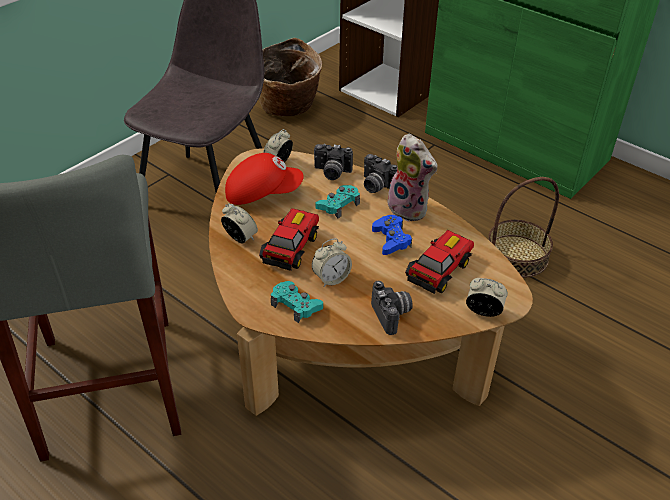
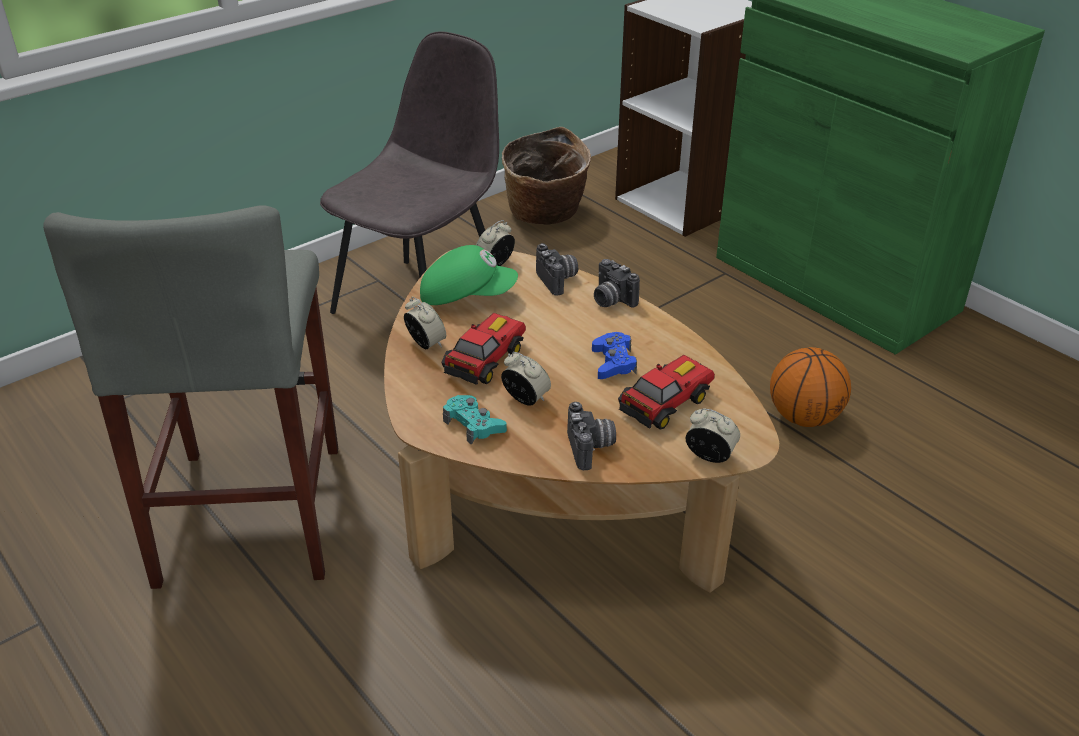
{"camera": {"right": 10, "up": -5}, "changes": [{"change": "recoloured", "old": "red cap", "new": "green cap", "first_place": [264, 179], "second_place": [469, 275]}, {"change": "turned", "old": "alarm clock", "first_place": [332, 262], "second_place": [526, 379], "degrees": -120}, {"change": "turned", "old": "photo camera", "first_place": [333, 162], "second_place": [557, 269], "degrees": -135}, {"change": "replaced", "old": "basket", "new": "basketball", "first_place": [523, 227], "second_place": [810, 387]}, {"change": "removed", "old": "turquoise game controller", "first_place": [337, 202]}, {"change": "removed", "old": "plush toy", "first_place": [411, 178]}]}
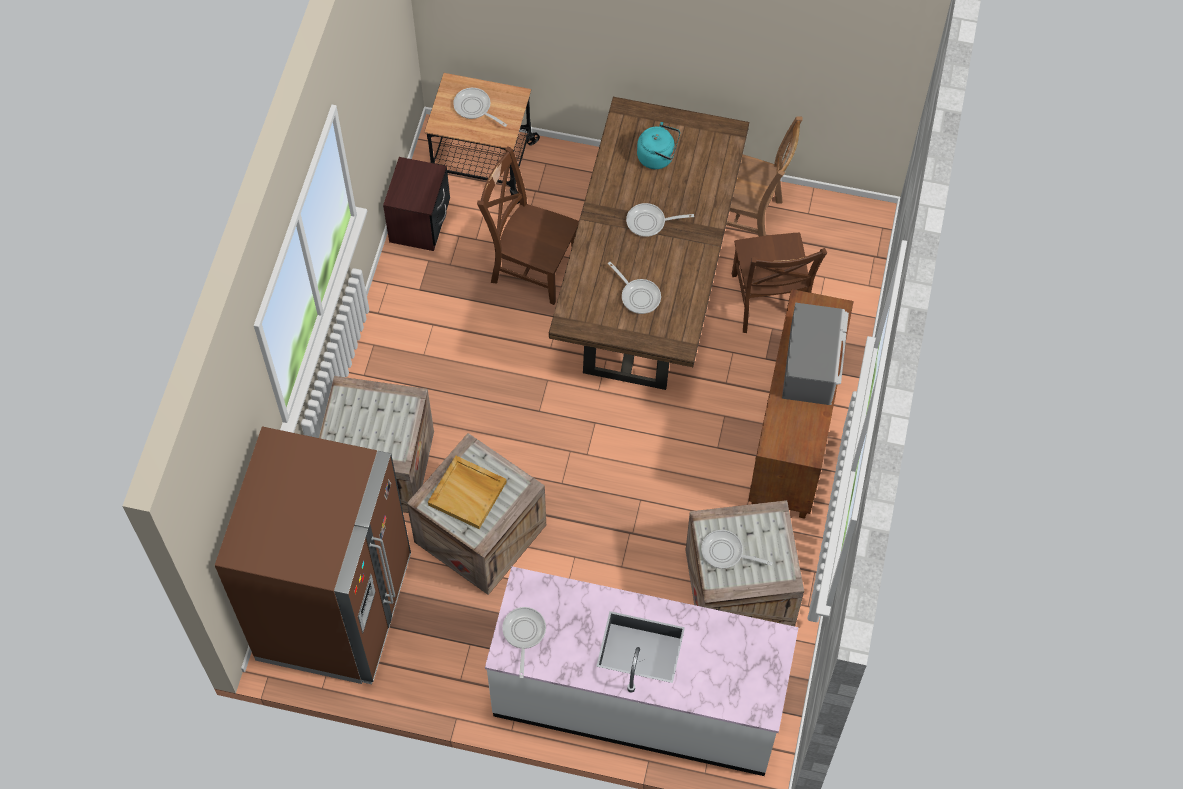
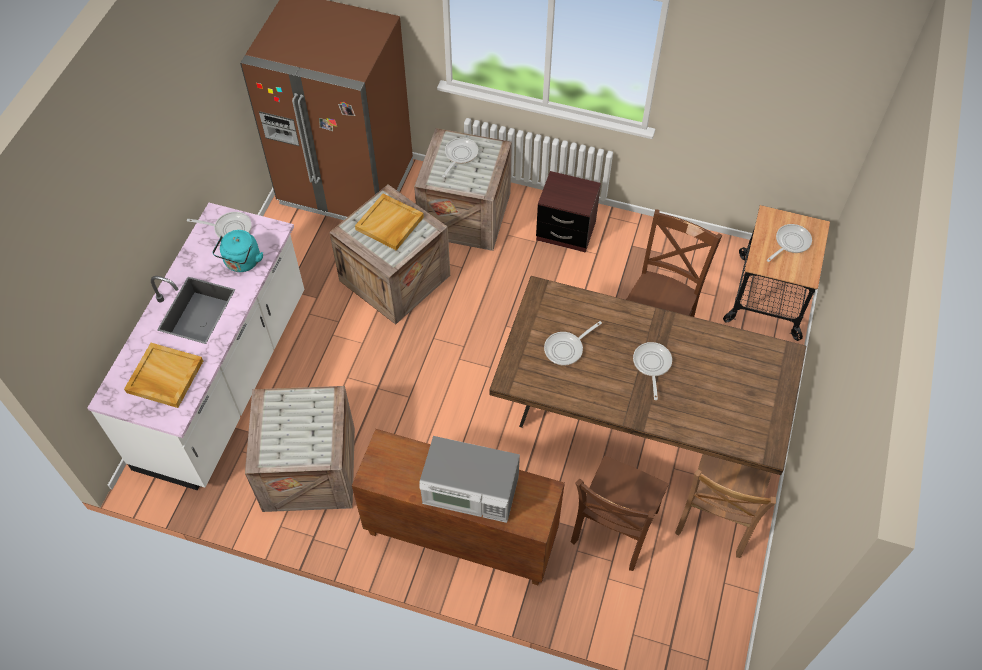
{"camera": {"right": 95, "up": -5}, "changes": [{"change": "added", "new": "beige tray", "second_place": [163, 375]}, {"change": "moved", "old": "turquoise kettle", "first_place": [658, 145], "second_place": [237, 251]}, {"change": "moved", "old": "frying pan", "first_place": [737, 549], "second_place": [460, 157]}, {"change": "moved", "old": "brown nightstand", "first_place": [416, 204], "second_place": [568, 212]}, {"change": "turned", "old": "brown chair", "first_place": [779, 283], "second_place": [620, 513], "degrees": -60}]}
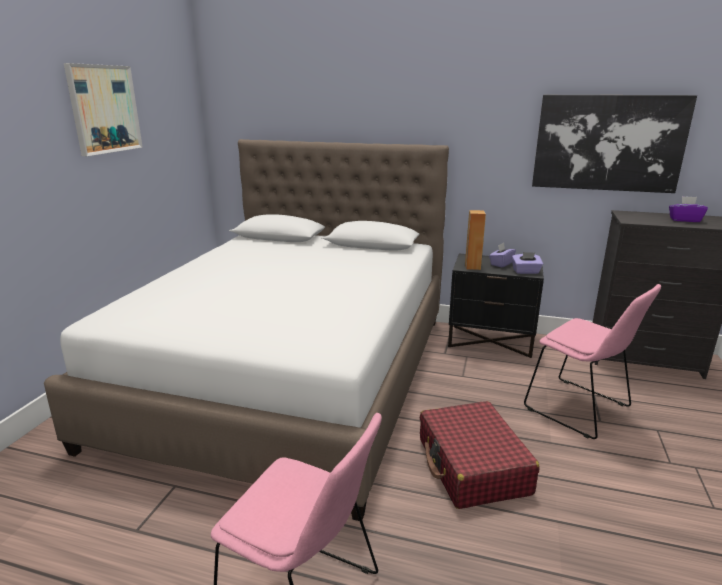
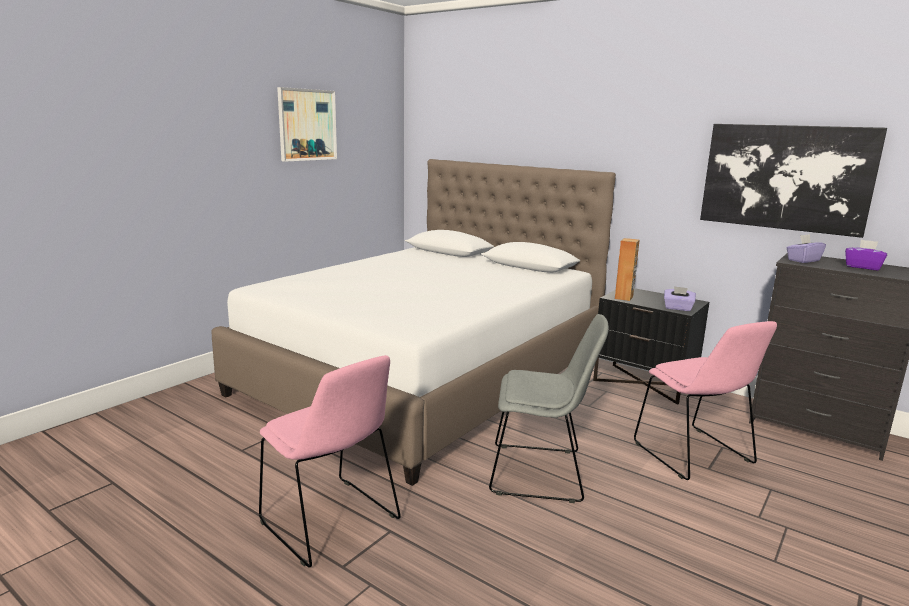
{"camera": {"right": 20, "up": -5}, "changes": [{"change": "replaced", "old": "red suitcase", "new": "grey chair", "first_place": [479, 455], "second_place": [549, 408]}, {"change": "moved", "old": "purple tissue box", "first_place": [502, 255], "second_place": [806, 248]}]}
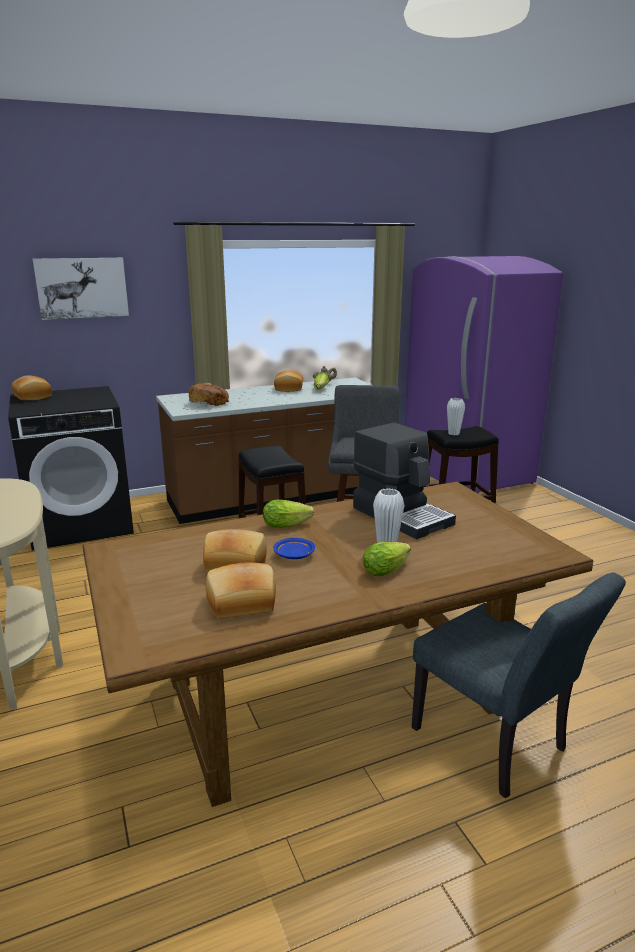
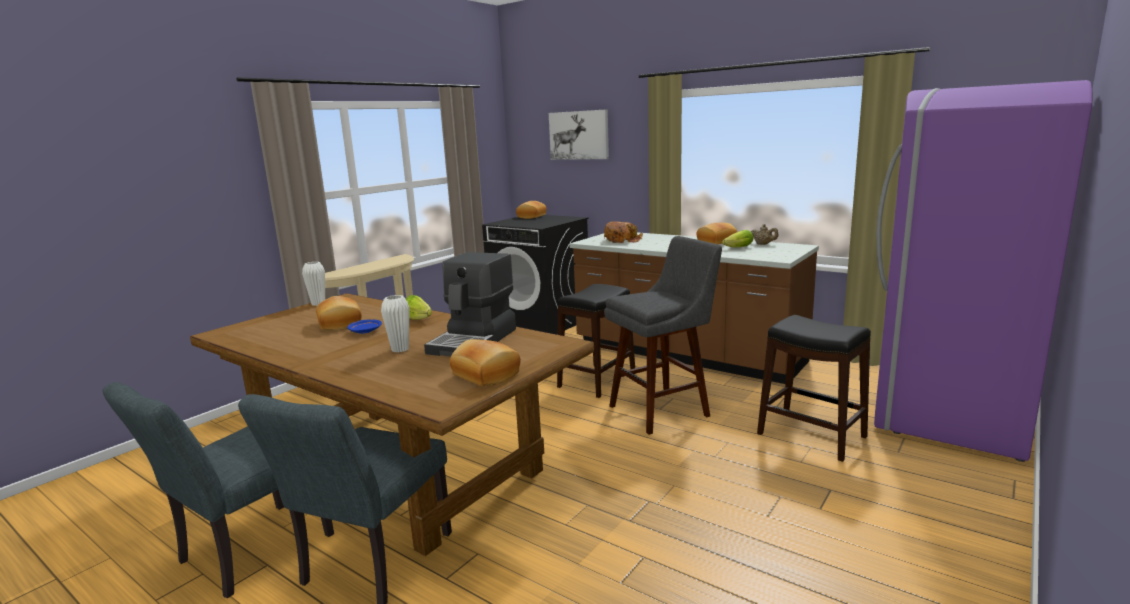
{"camera": {"right": 60, "up": -5}, "changes": [{"change": "added", "new": "grey chair", "second_place": [218, 490]}, {"change": "moved", "old": "white vase", "first_place": [456, 416], "second_place": [313, 284]}, {"change": "moved", "old": "bread", "first_place": [241, 591], "second_place": [485, 362]}, {"change": "removed", "old": "lettuce", "first_place": [387, 559]}]}
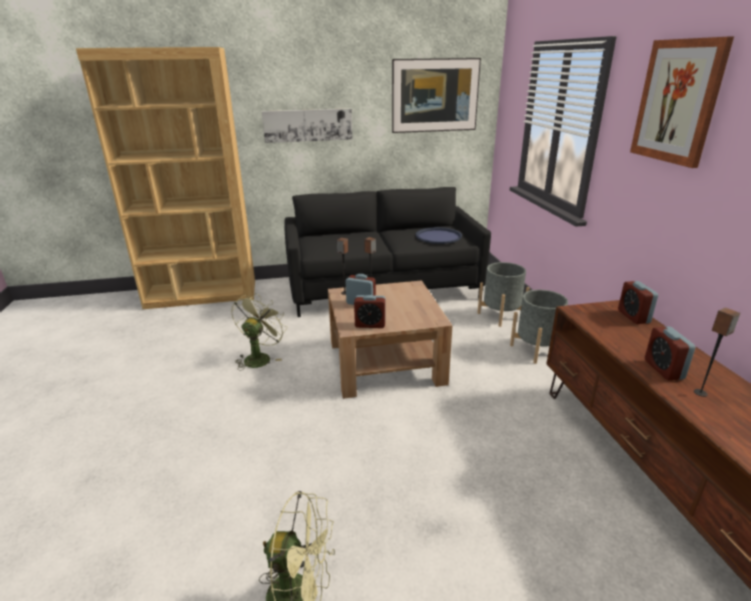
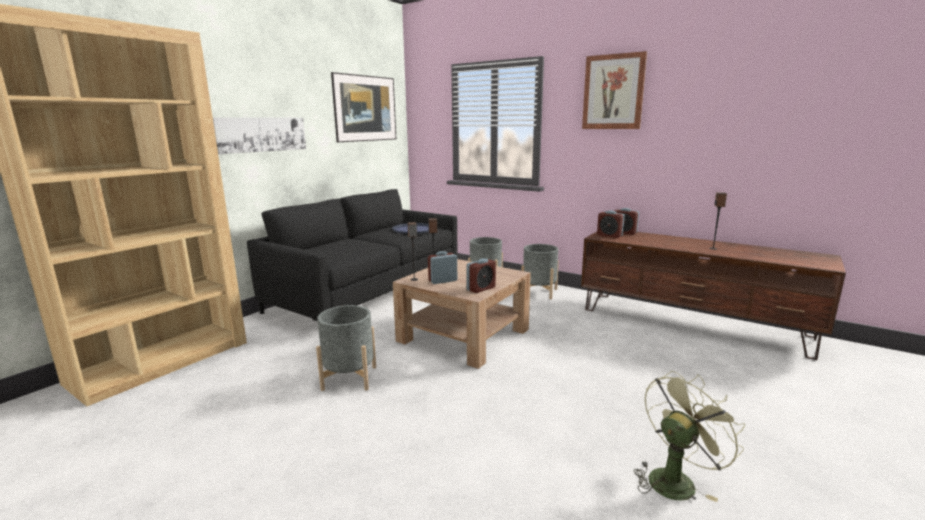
{"camera": {"right": -45, "up": -10}, "changes": [{"change": "replaced", "old": "green fan", "new": "grey planter", "first_place": [259, 332], "second_place": [346, 348]}, {"change": "moved", "old": "alarm clock", "first_place": [670, 353], "second_place": [611, 224]}]}
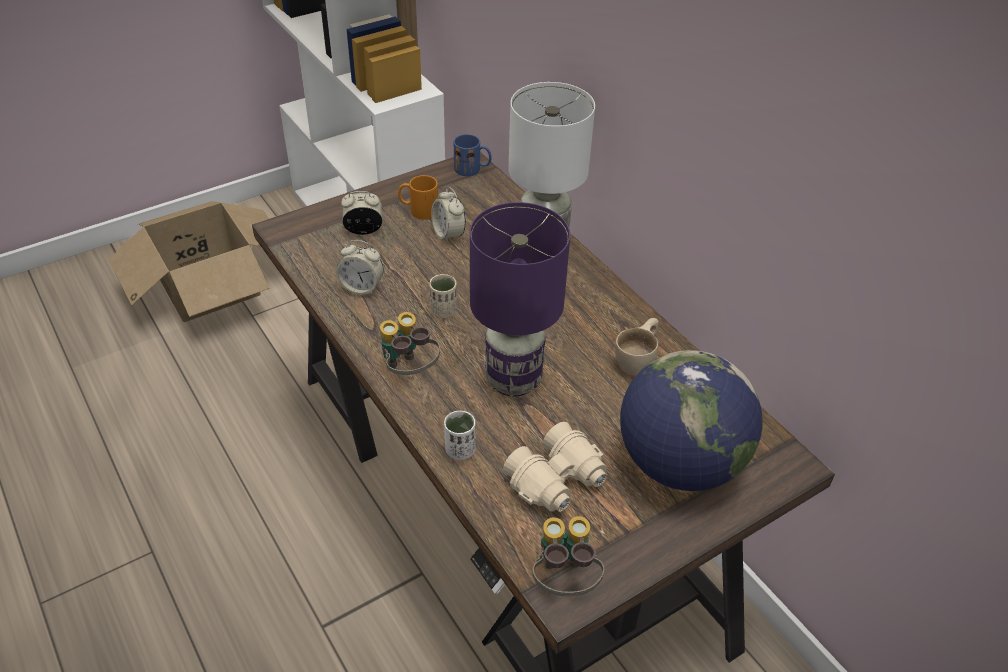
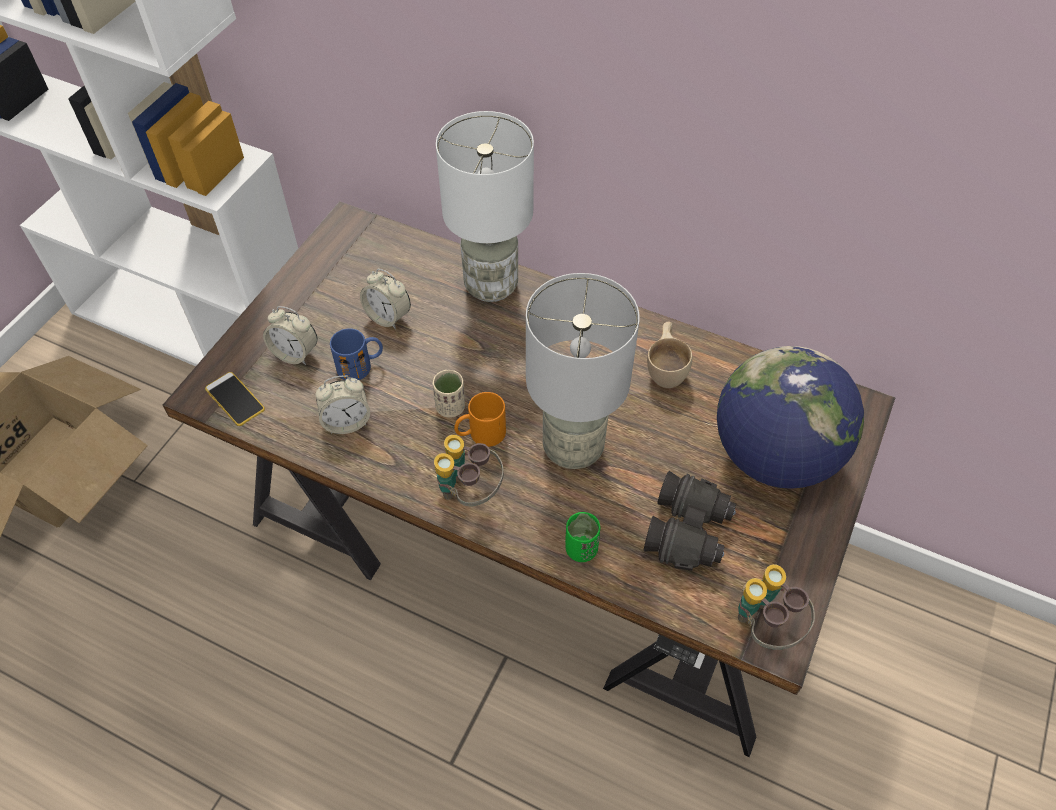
{"camera": {"right": -30, "up": 10}, "changes": [{"change": "added", "new": "phone", "second_place": [235, 399]}, {"change": "turned", "old": "alarm clock", "first_place": [361, 213], "second_place": [290, 335], "degrees": -120}, {"change": "moved", "old": "blue mug", "first_place": [473, 155], "second_place": [356, 354]}, {"change": "moved", "old": "orange mug", "first_place": [418, 197], "second_place": [480, 419]}, {"change": "recoloured", "old": "purple table lamp", "new": "grey table lamp", "first_place": [520, 299], "second_place": [583, 371]}, {"change": "recoloured", "old": "white cup", "new": "green cup", "first_place": [460, 435], "second_place": [582, 537]}, {"change": "recoloured", "old": "beige binoculars", "new": "black binoculars", "first_place": [555, 467], "second_place": [690, 521]}]}
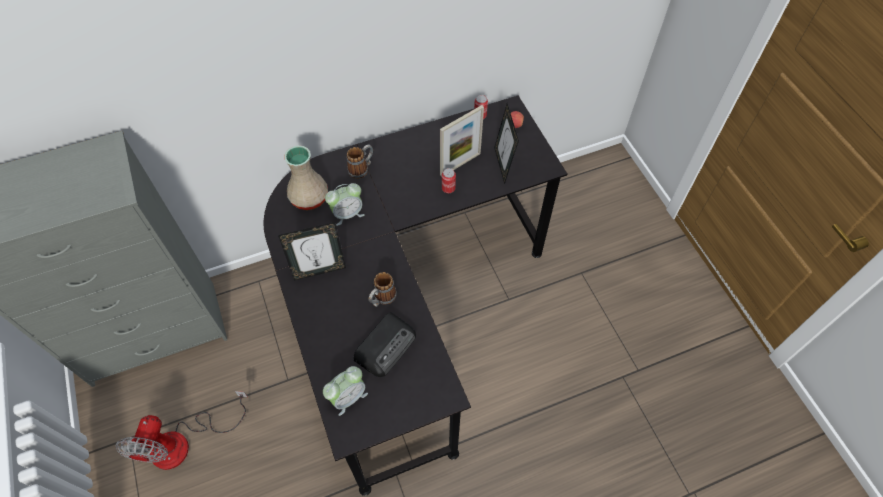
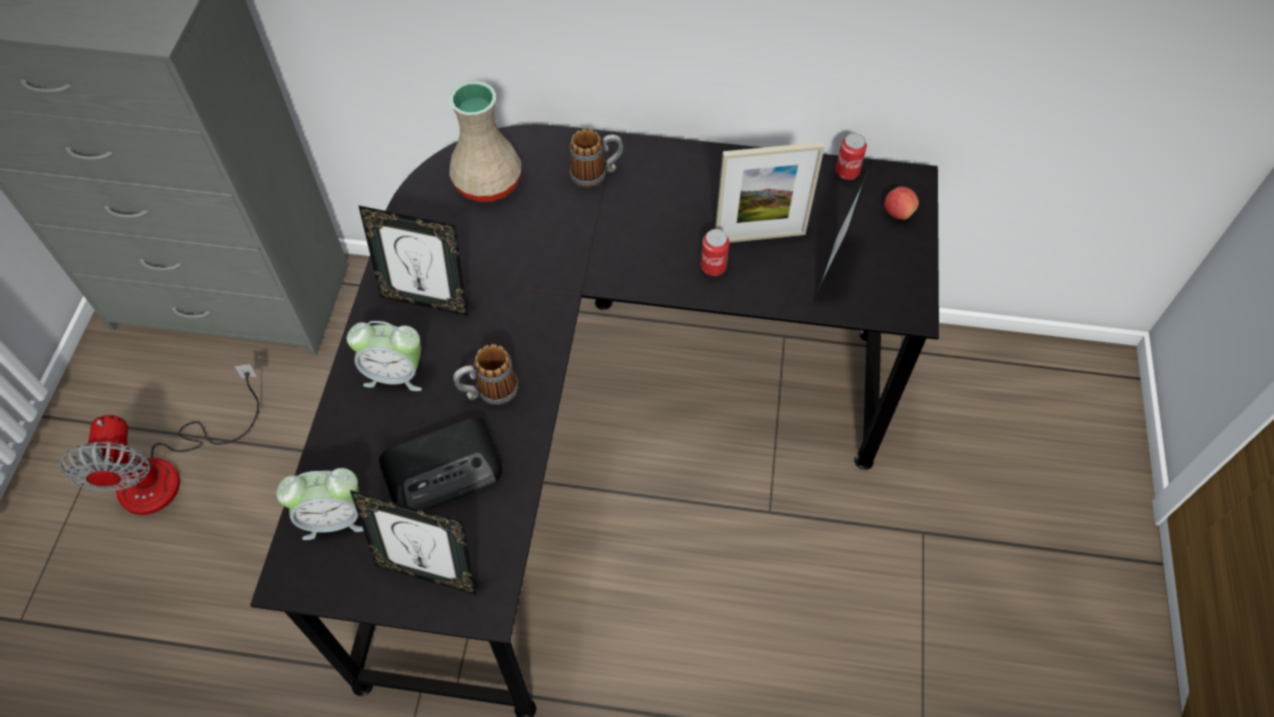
{"camera": {"right": 30, "up": 0}, "changes": [{"change": "turned", "old": "fan", "first_place": [182, 430], "second_place": [159, 439], "degrees": -45}, {"change": "moved", "old": "alarm clock", "first_place": [345, 204], "second_place": [384, 356]}, {"change": "added", "new": "picture frame", "second_place": [413, 542]}]}
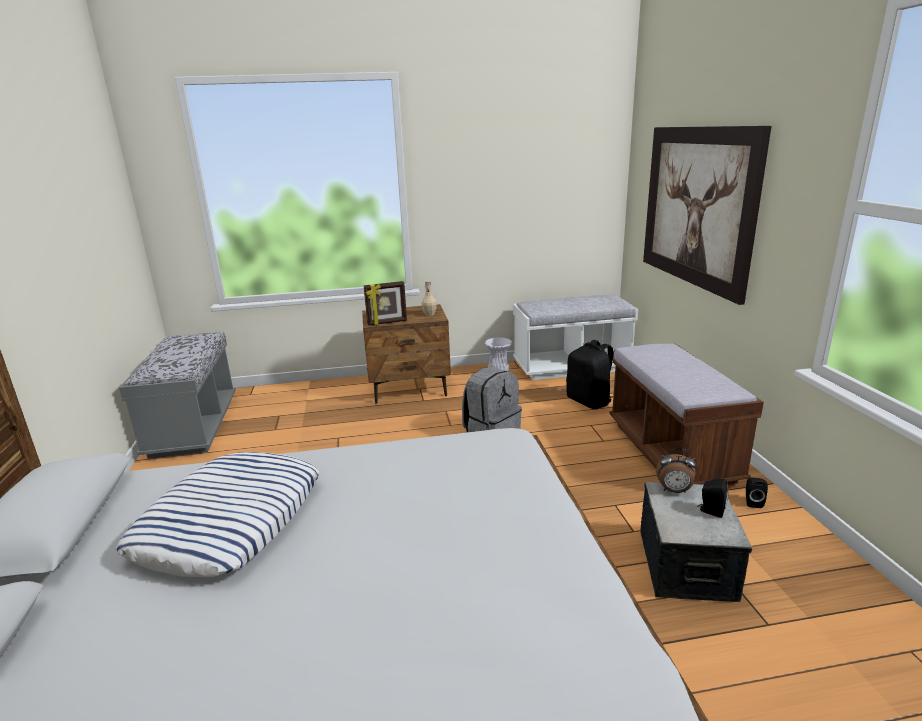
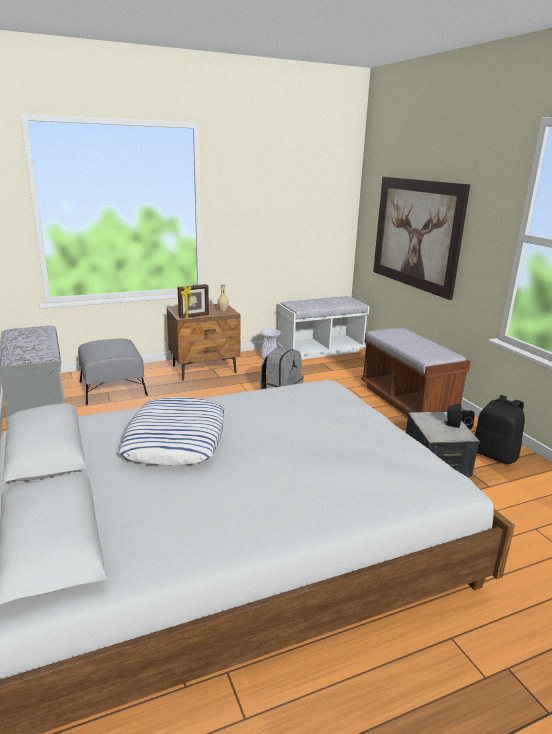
{"camera": {"right": -15, "up": 0}, "changes": [{"change": "added", "new": "grey ottoman", "second_place": [113, 372]}, {"change": "moved", "old": "black backpack", "first_place": [590, 374], "second_place": [499, 429]}, {"change": "removed", "old": "alarm clock", "first_place": [676, 470]}]}
